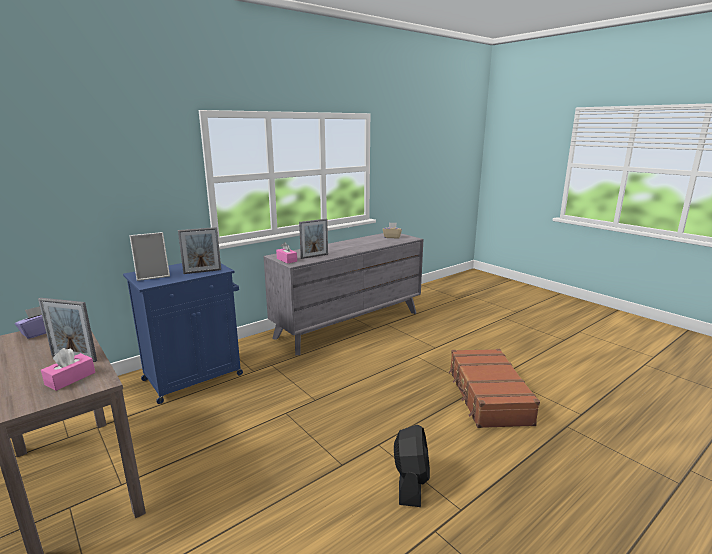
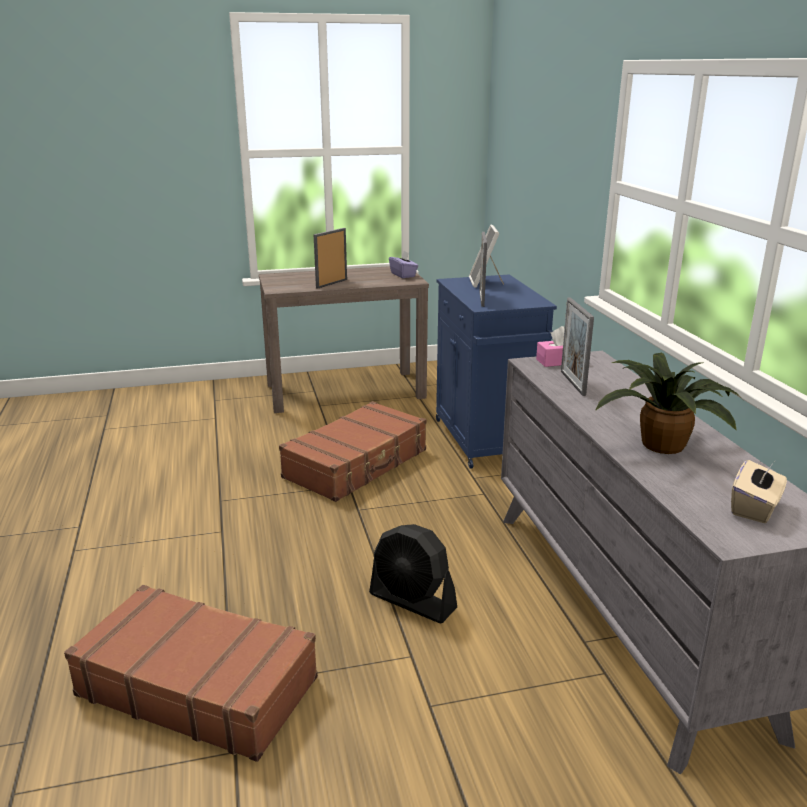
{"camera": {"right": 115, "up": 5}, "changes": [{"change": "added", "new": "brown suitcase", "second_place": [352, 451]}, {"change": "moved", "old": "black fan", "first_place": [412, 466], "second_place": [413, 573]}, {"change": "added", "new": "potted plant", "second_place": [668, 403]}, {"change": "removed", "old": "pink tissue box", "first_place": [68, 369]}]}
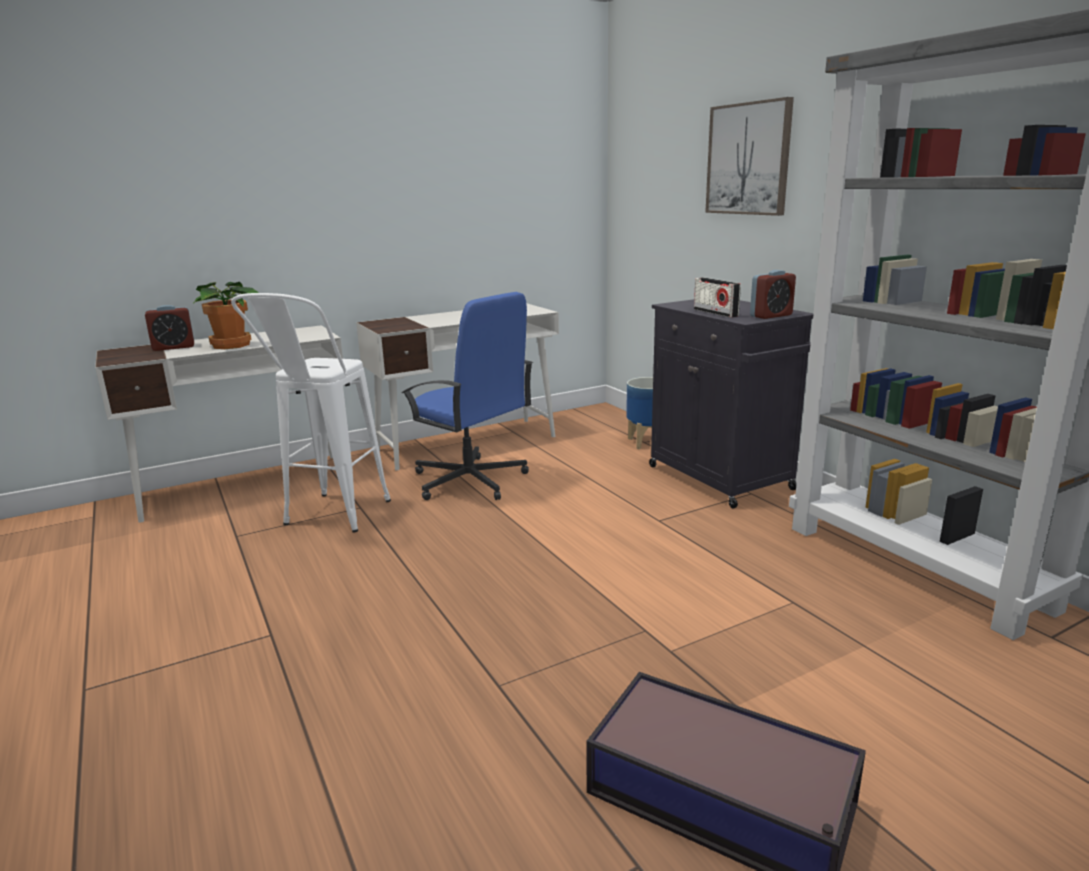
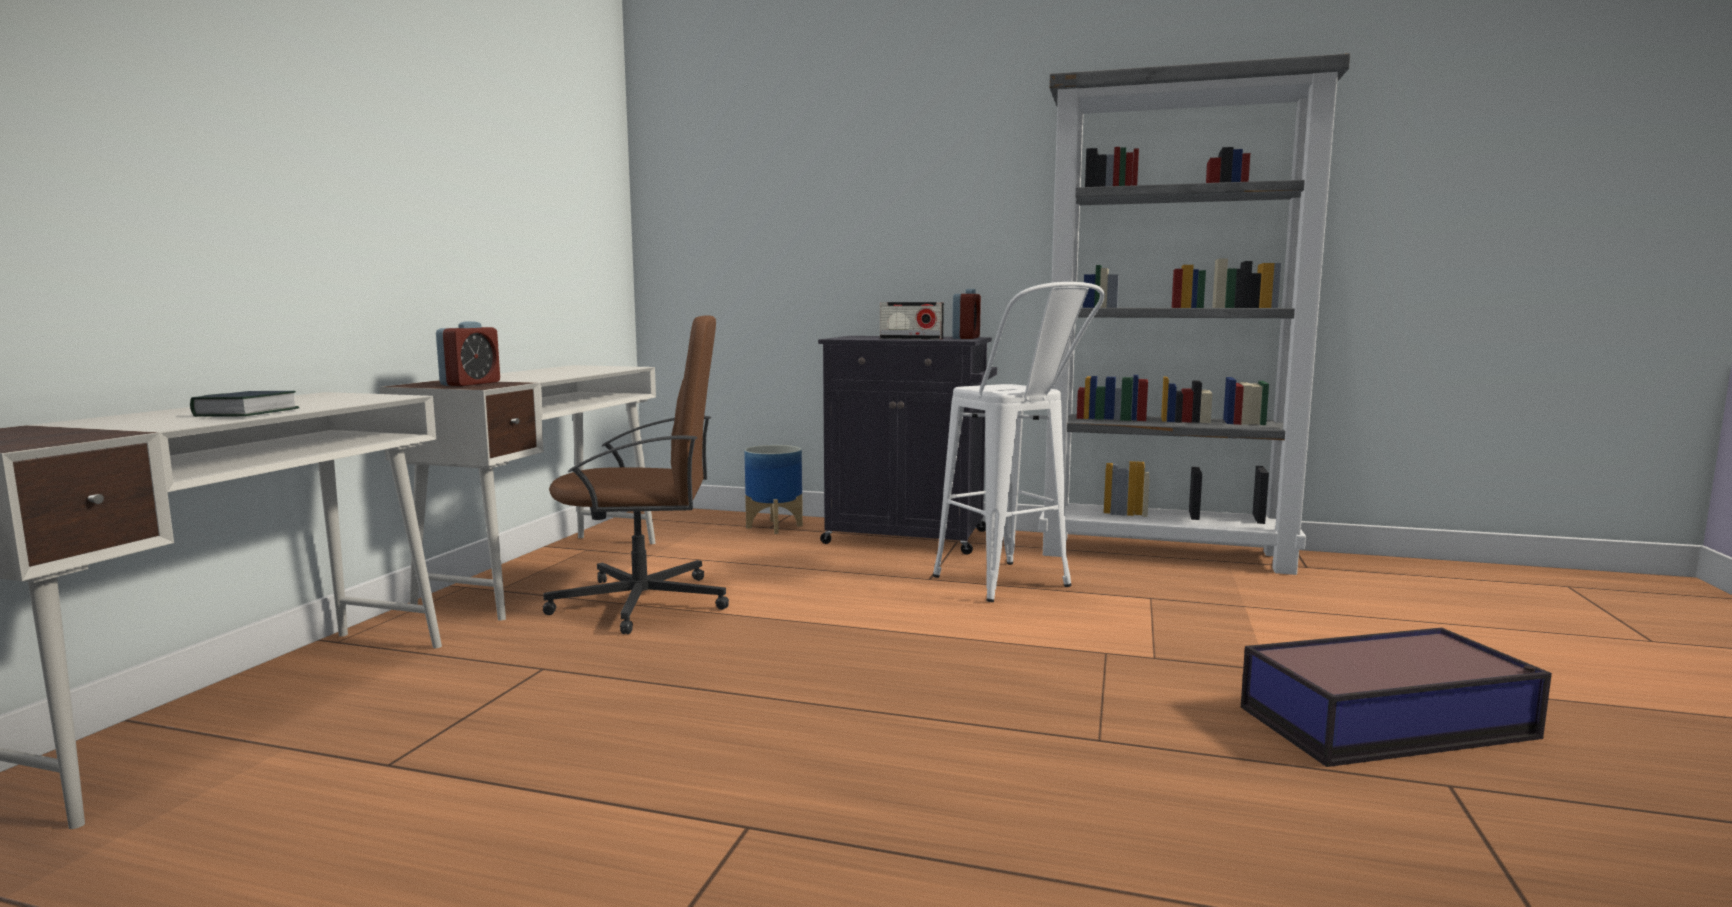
{"camera": {"right": -45, "up": -10}, "changes": [{"change": "replaced", "old": "potted plant", "new": "book", "first_place": [226, 315], "second_place": [245, 404]}, {"change": "moved", "old": "alarm clock", "first_place": [169, 328], "second_place": [468, 353]}, {"change": "recoloured", "old": "blue office chair", "new": "brown office chair", "first_place": [467, 396], "second_place": [635, 474]}, {"change": "moved", "old": "white stool", "first_place": [311, 413], "second_place": [1019, 442]}, {"change": "removed", "old": "picture", "first_place": [749, 156]}]}
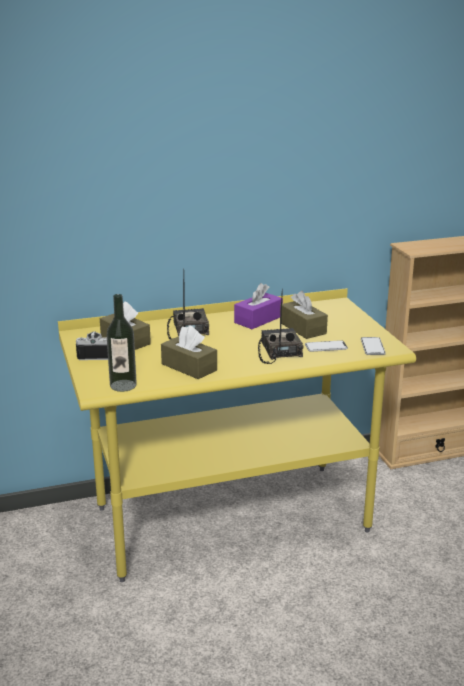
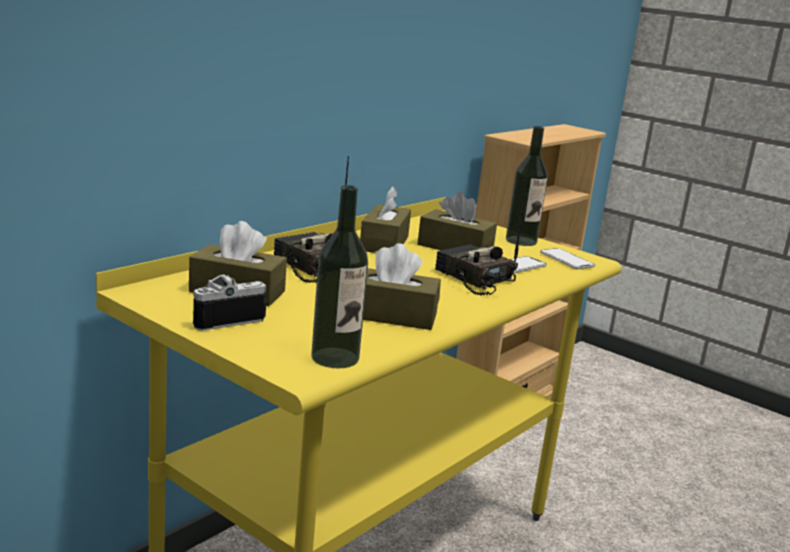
{"camera": {"right": -35, "up": -5}, "changes": [{"change": "recoloured", "old": "purple tissue box", "new": "brown tissue box", "first_place": [258, 306], "second_place": [385, 219]}, {"change": "added", "new": "bottle", "second_place": [527, 186]}]}
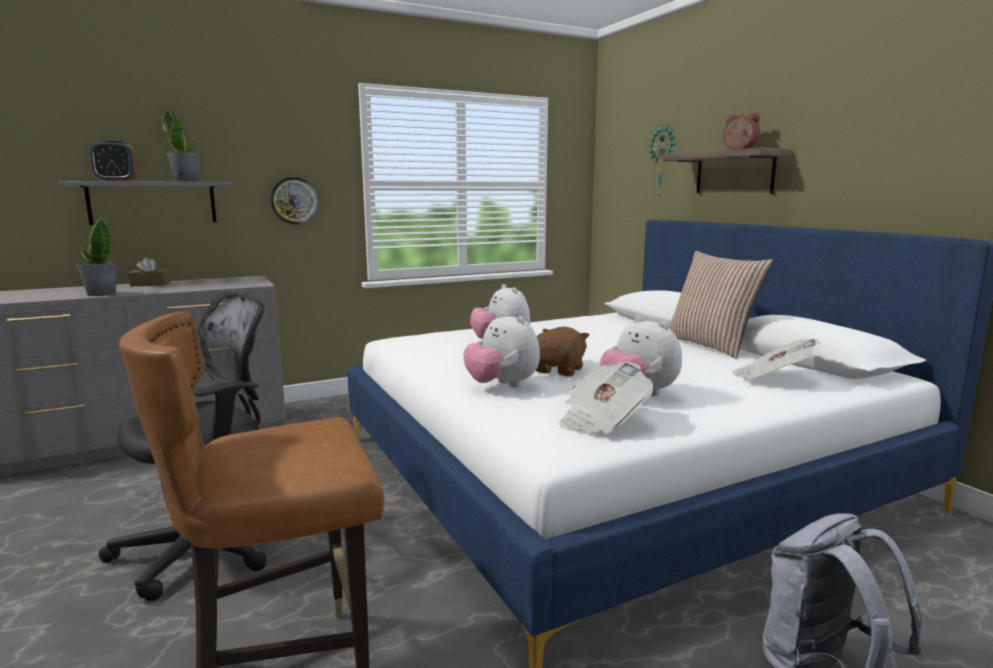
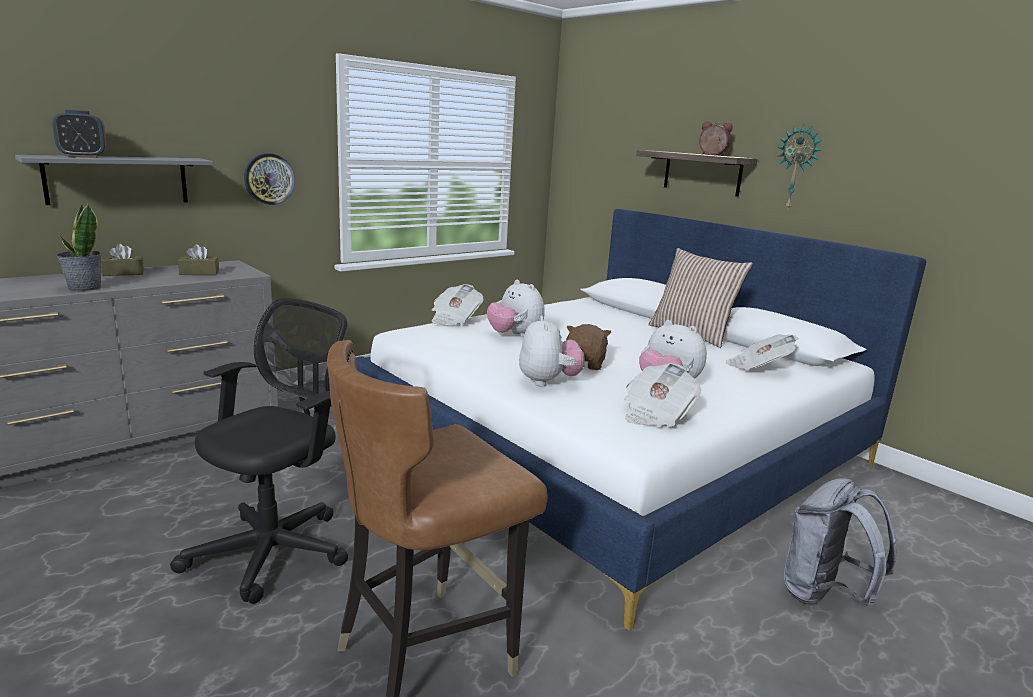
{"camera": {"right": -15, "up": 5}, "changes": [{"change": "added", "new": "brown tissue box", "second_place": [198, 259]}, {"change": "added", "new": "newspaper", "second_place": [458, 304]}, {"change": "turned", "old": "plush toy", "first_place": [501, 349], "second_place": [552, 351], "degrees": -135}, {"change": "moved", "old": "wall clock", "first_place": [662, 160], "second_place": [799, 167]}, {"change": "removed", "old": "potted plant", "first_place": [181, 146]}]}
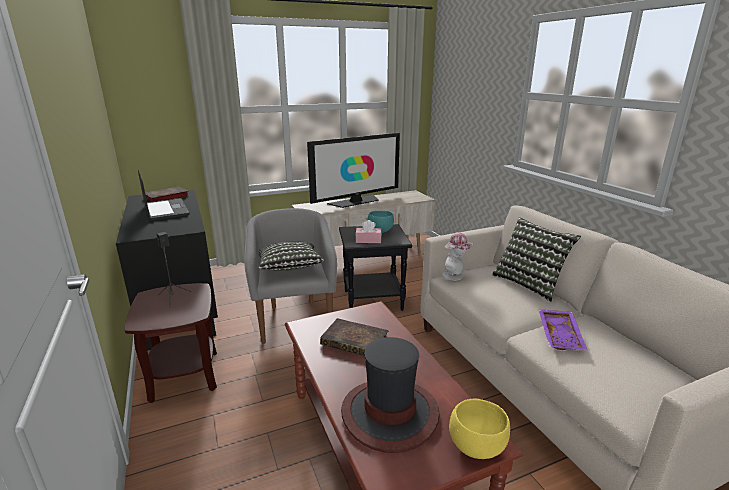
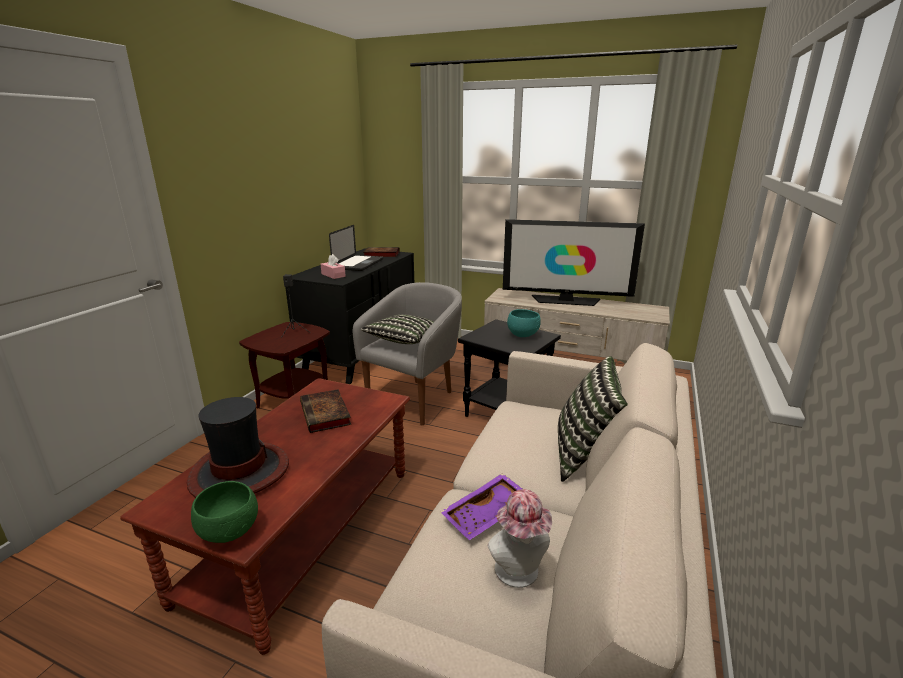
{"camera": {"right": 45, "up": 0}, "changes": [{"change": "recoloured", "old": "yellow bowl", "new": "green bowl", "first_place": [479, 429], "second_place": [224, 512]}, {"change": "moved", "old": "pink tissue box", "first_place": [368, 231], "second_place": [333, 266]}, {"change": "moved", "old": "hat", "first_place": [458, 256], "second_place": [519, 538]}]}
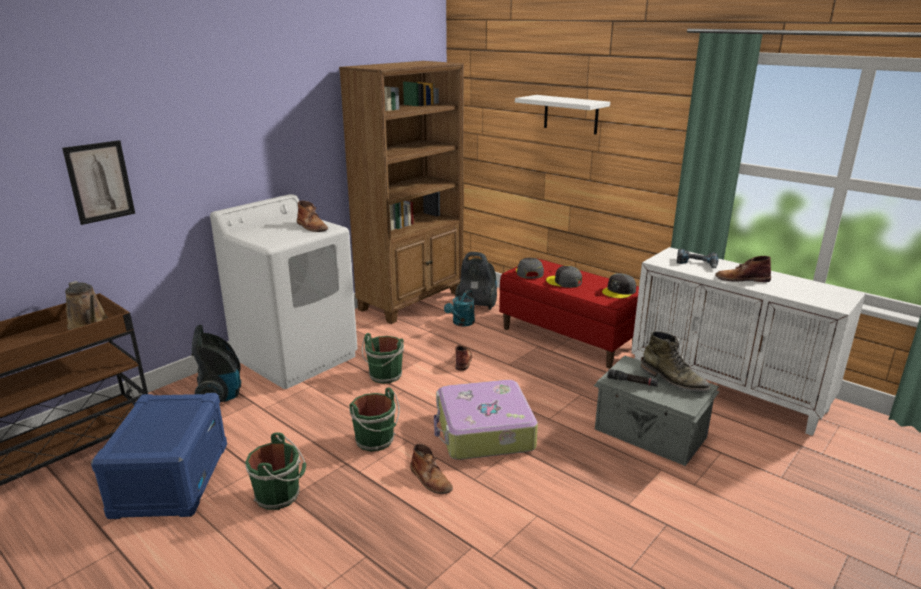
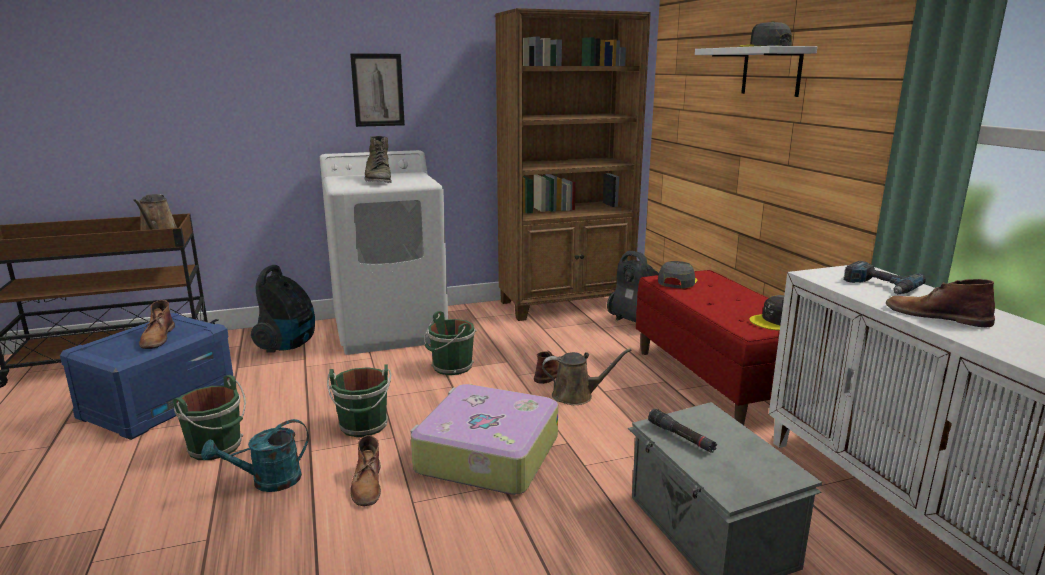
{"camera": {"right": 30, "up": -5}, "changes": [{"change": "moved", "old": "brown boot", "first_place": [312, 216], "second_place": [157, 324]}, {"change": "moved", "old": "turquoise watering can", "first_place": [459, 308], "second_place": [255, 455]}, {"change": "moved", "old": "picture", "first_place": [98, 182], "second_place": [377, 90]}, {"change": "moved", "old": "green boot", "first_place": [675, 361], "second_place": [377, 159]}, {"change": "added", "new": "brown watering can", "second_place": [587, 377]}, {"change": "moved", "old": "grey cap", "first_place": [564, 277], "second_place": [765, 34]}]}
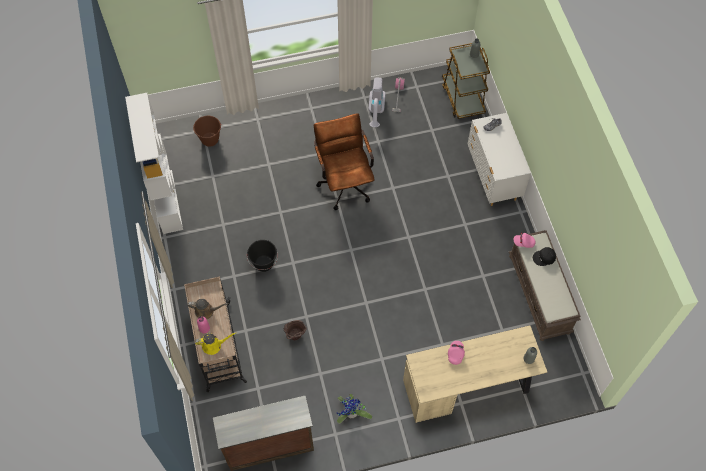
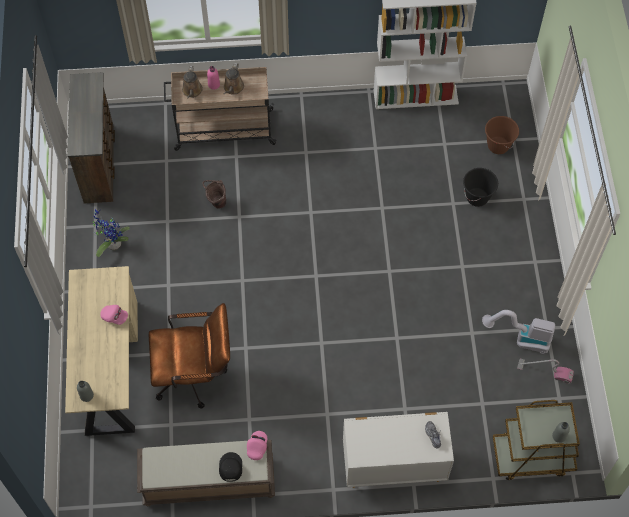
{"camera": {"right": 100, "up": 0}, "changes": [{"change": "moved", "old": "brown office chair", "first_place": [344, 161], "second_place": [189, 356]}, {"change": "recoloured", "old": "yellow watering can", "new": "brown watering can", "first_place": [215, 343], "second_place": [192, 82]}, {"change": "moved", "old": "black bucket", "first_place": [262, 256], "second_place": [480, 187]}]}
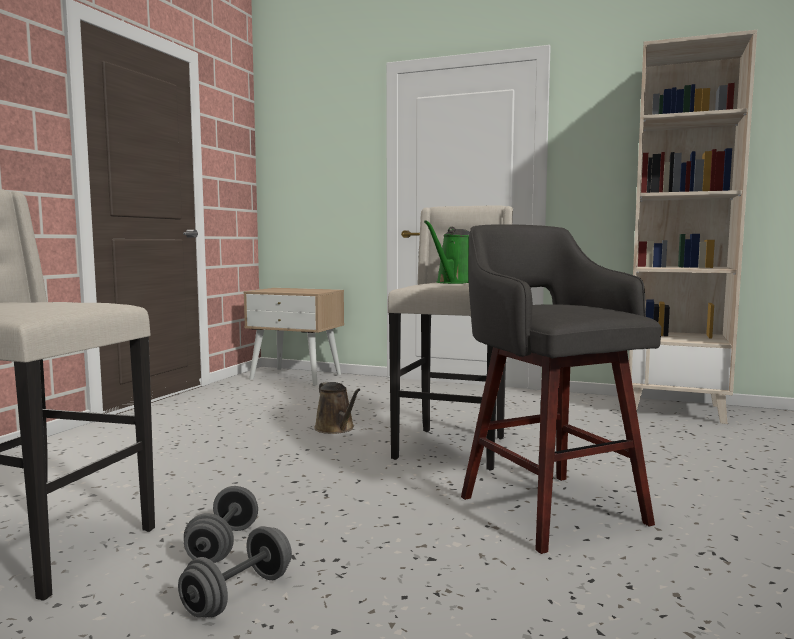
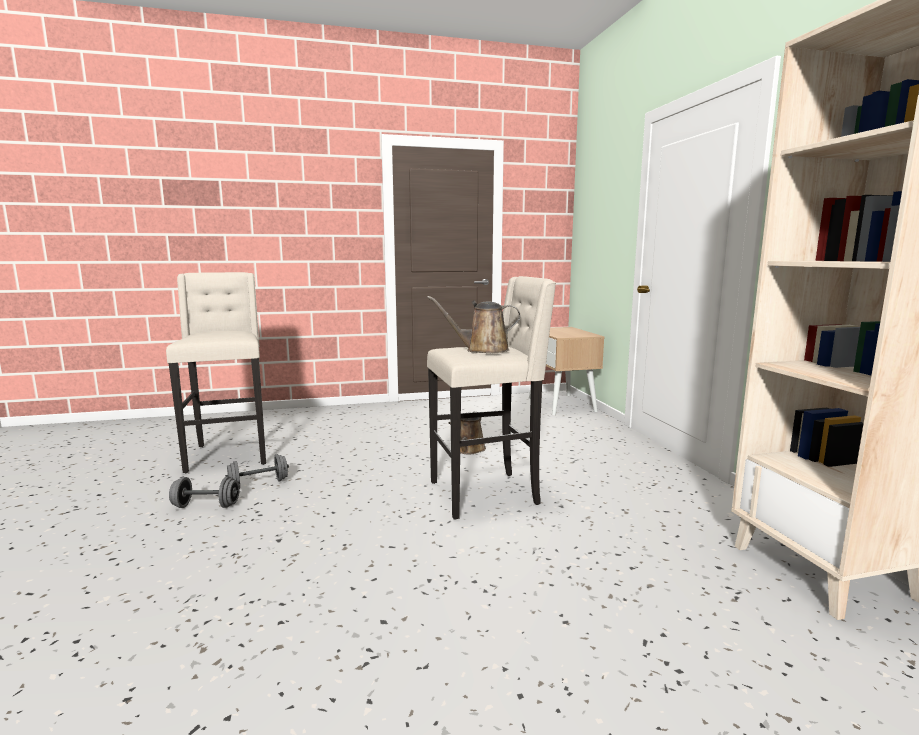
{"camera": {"right": 55, "up": 5}, "changes": [{"change": "recoloured", "old": "green watering can", "new": "brown watering can", "first_place": [447, 252], "second_place": [473, 324]}, {"change": "removed", "old": "grey stool", "first_place": [561, 389]}]}
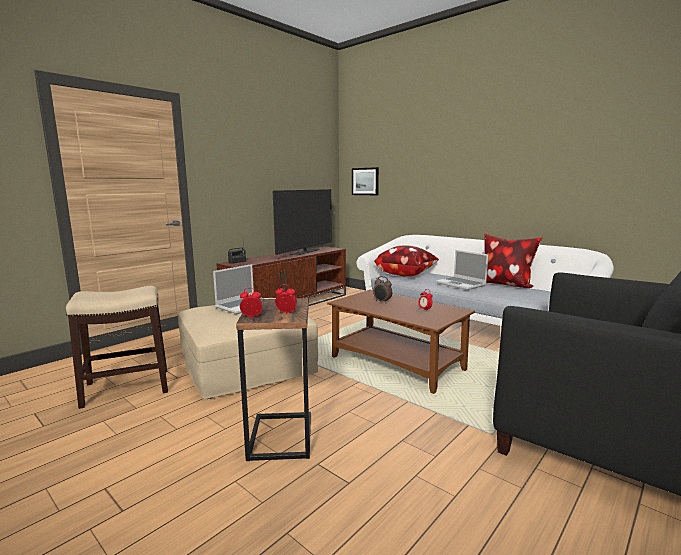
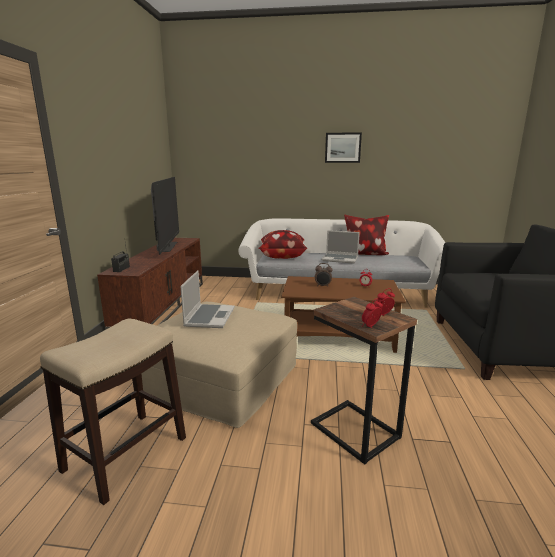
{"camera": {"right": -35, "up": 5}, "changes": [{"change": "moved", "old": "picture", "first_place": [365, 181], "second_place": [343, 147]}]}
